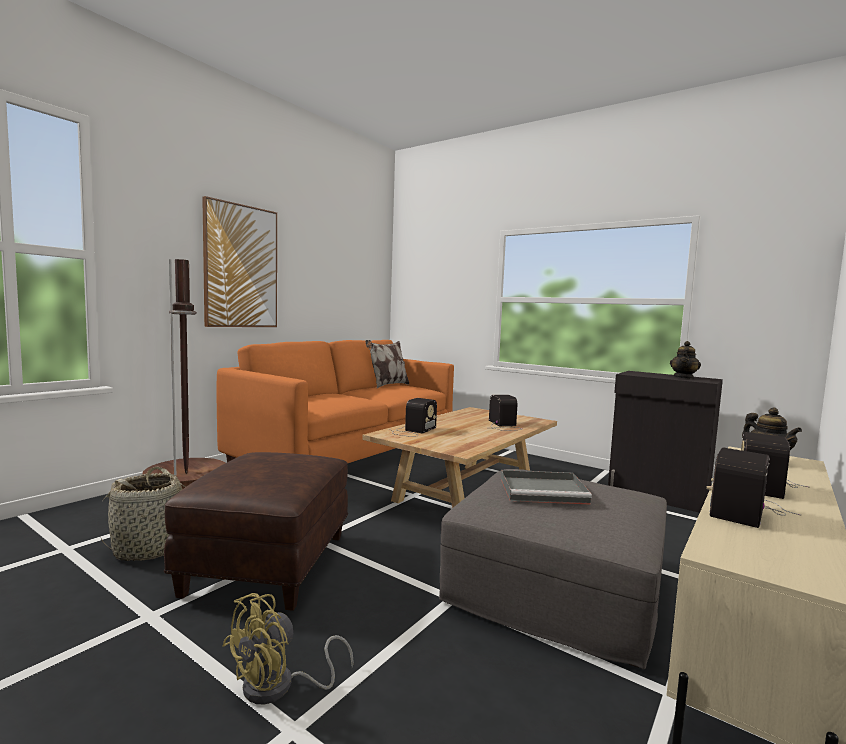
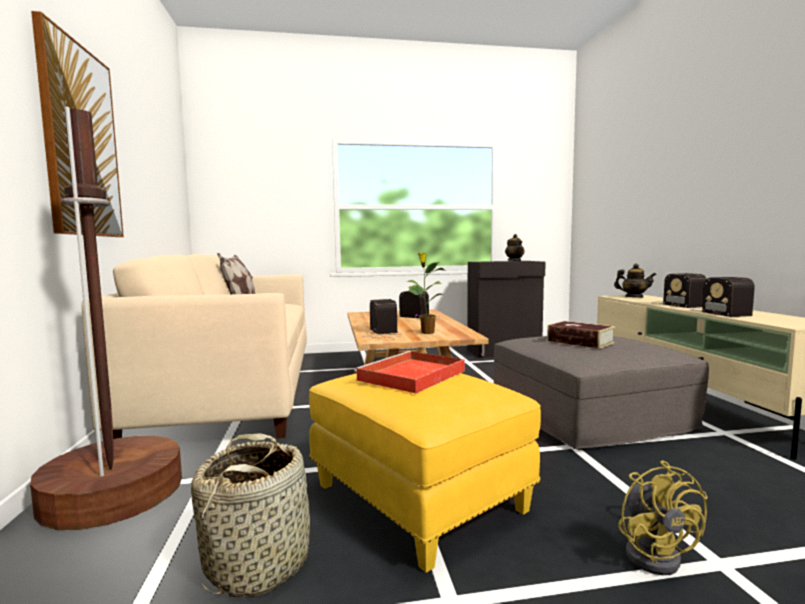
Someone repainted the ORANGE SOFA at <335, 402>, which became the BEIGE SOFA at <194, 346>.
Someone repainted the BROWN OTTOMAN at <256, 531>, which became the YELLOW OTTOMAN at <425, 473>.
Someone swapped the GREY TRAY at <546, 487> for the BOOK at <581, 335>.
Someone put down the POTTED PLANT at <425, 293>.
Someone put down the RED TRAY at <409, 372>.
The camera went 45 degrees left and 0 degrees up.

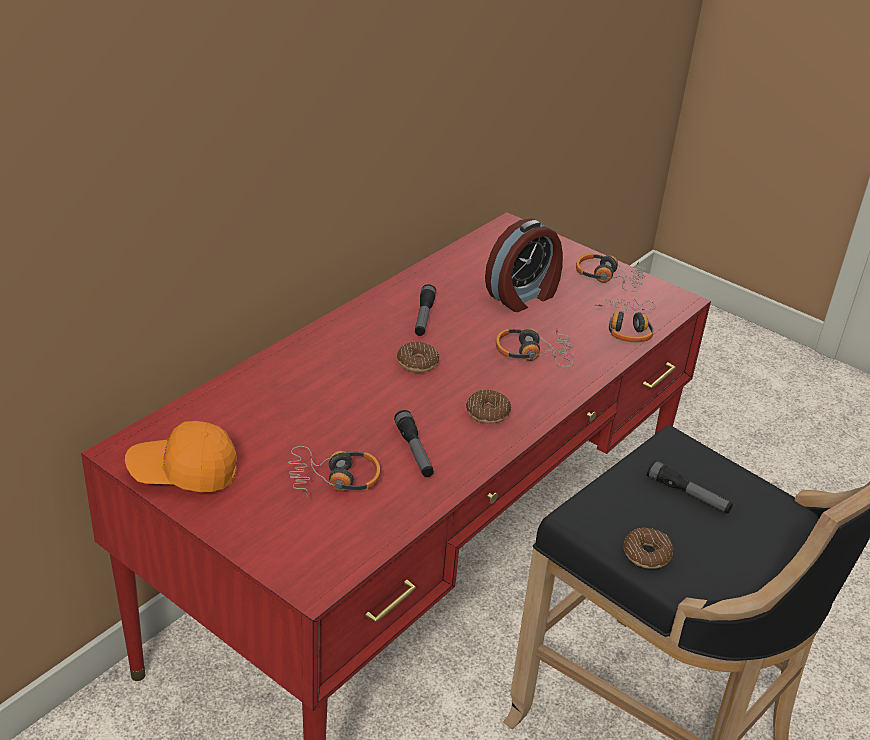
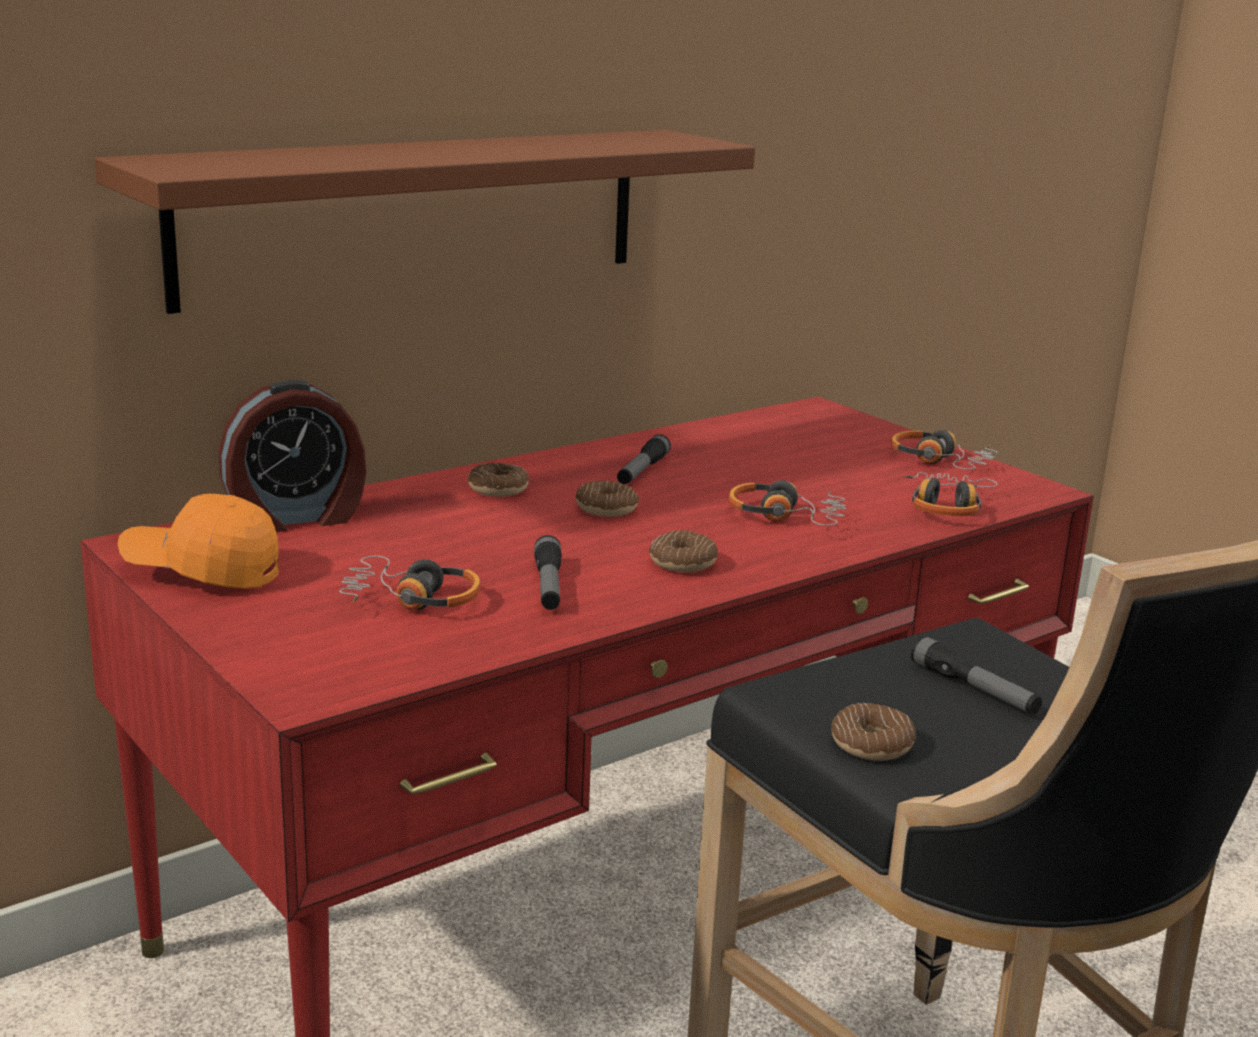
Someone carried the ALARM CLOCK from <524, 265> to <293, 456>.
Someone put up the BROWN SHELF at <425, 222>.
Someone put down the DONUT at <498, 480>.
The camera went 15 degrees right and 15 degrees down.

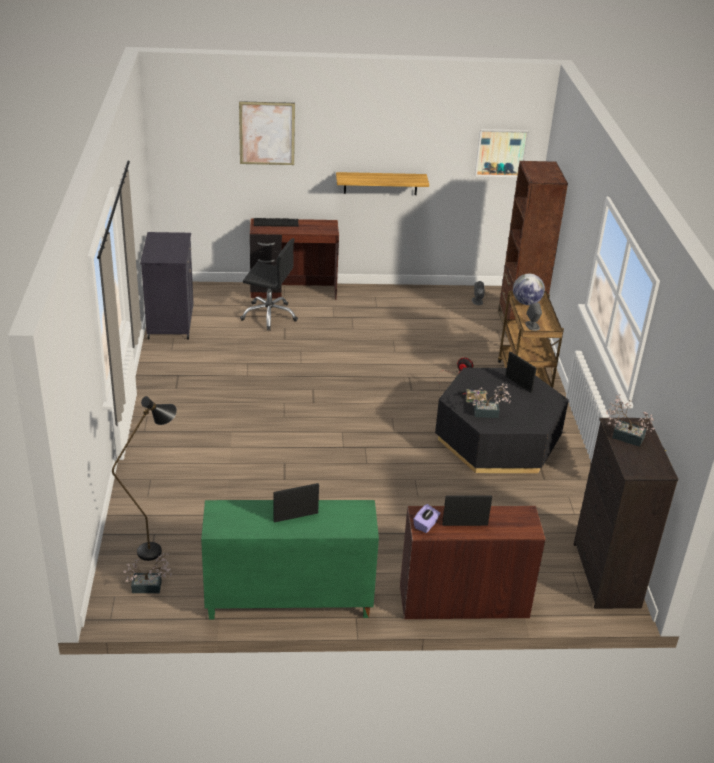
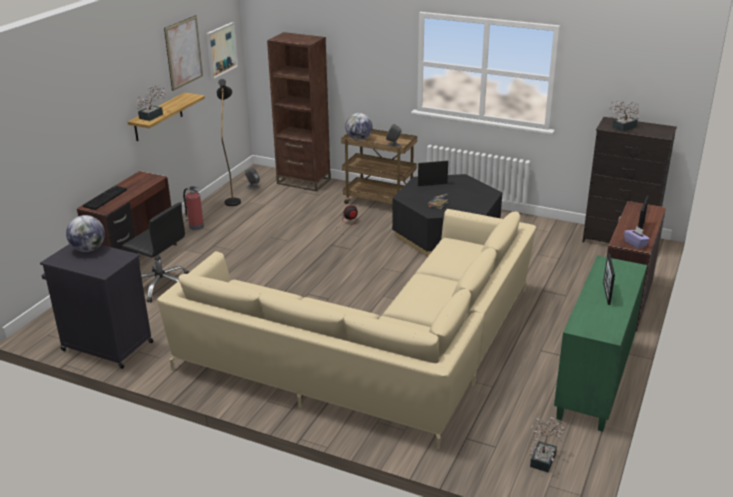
Someone carried the PICTURE from <267, 133> to <183, 53>.
Someone rotated the BLACK OFFICE CHAIR at <269, 284> by 75 degrees clockwise.
Someone carried the POTTED PLANT from <490, 400> to <151, 103>.
Someone carried the BLACK FLOOR LAMP from <144, 478> to <229, 142>.
Someone put down the FIRE EXTINGUISHER at <193, 208>.
Someone put down the BEIGE SOFA at <346, 329>.
Someone put down the GLOBE at <85, 233>.
The camera went 60 degrees left and 5 degrees down.

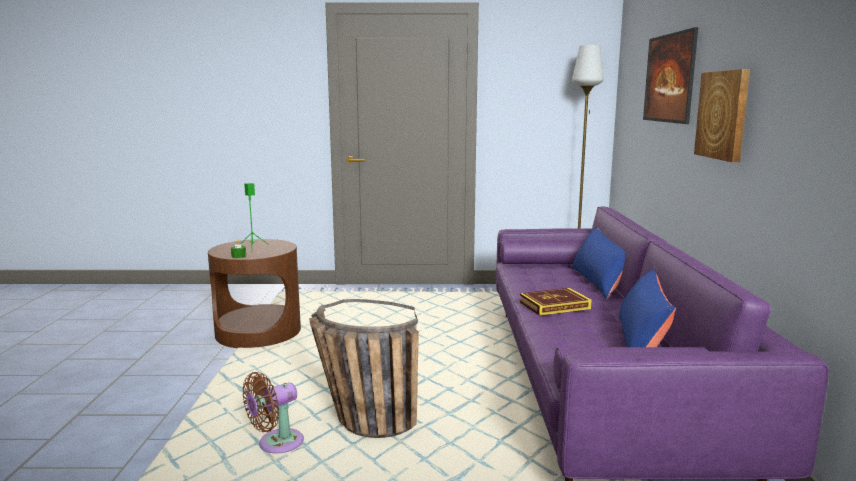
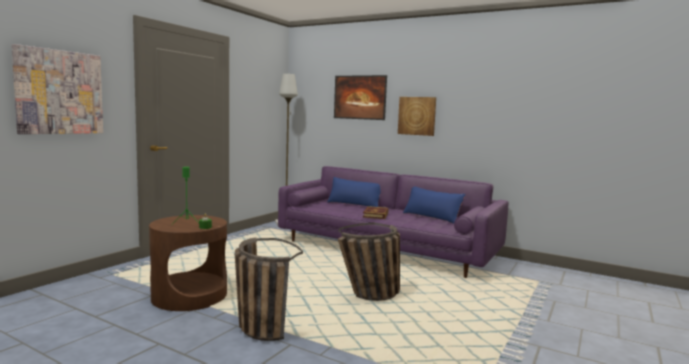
Someone took away the BROWN FAN at <273, 413>.
Someone put up the PICTURE at <57, 89>.
Someone put down the BASKET at <269, 289>.
The camera went 60 degrees left and 5 degrees down.

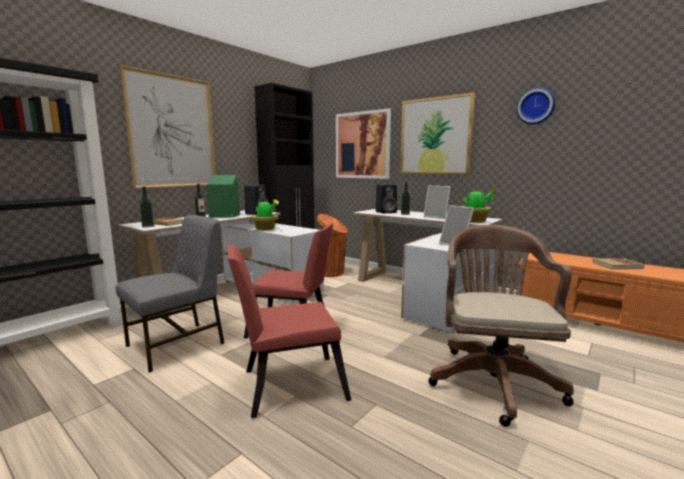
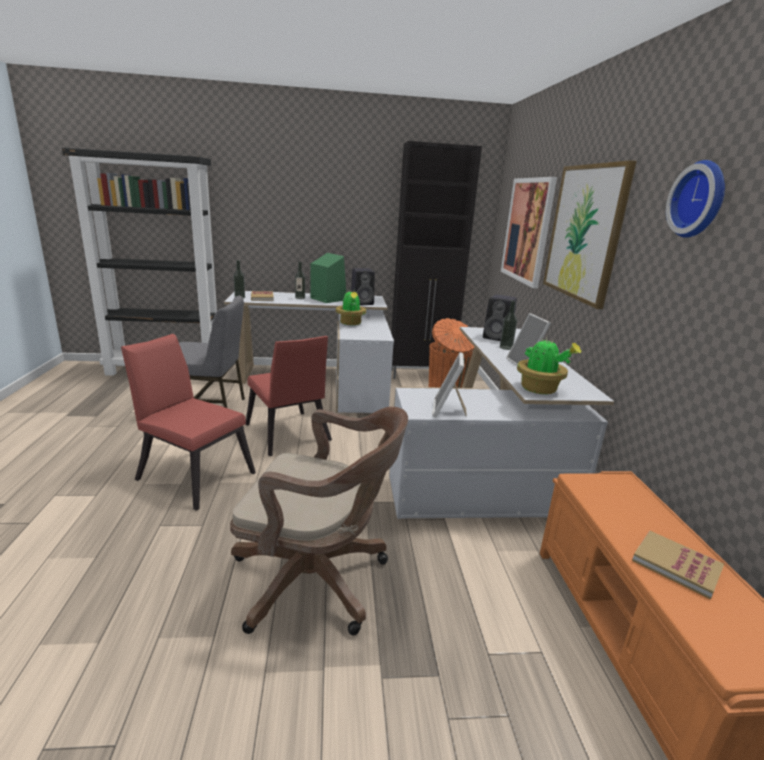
Someone took away the PICTURE at <168, 126>.
Someone rotated the BROWN OFFICE CHAIR at <501, 326> by 45 degrees clockwise.
The camera went 45 degrees right and 10 degrees up.

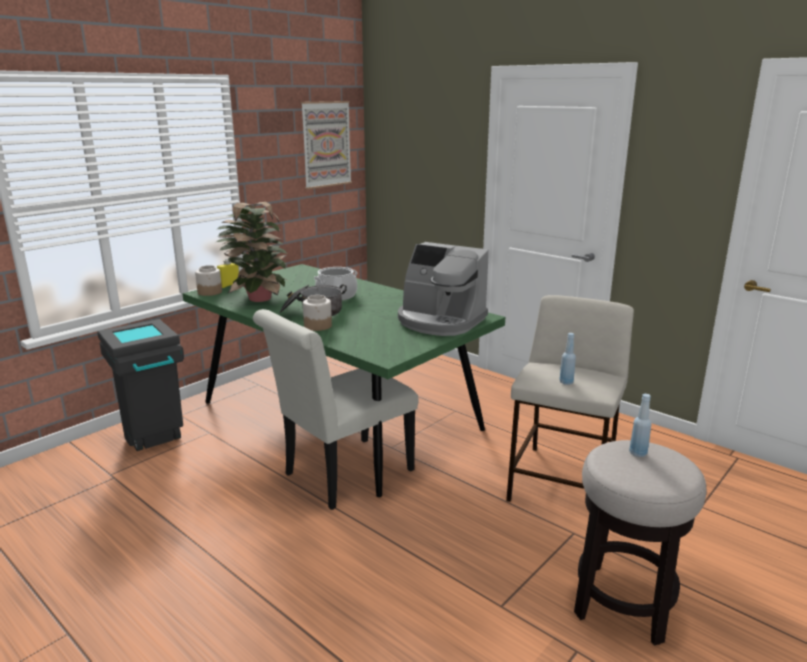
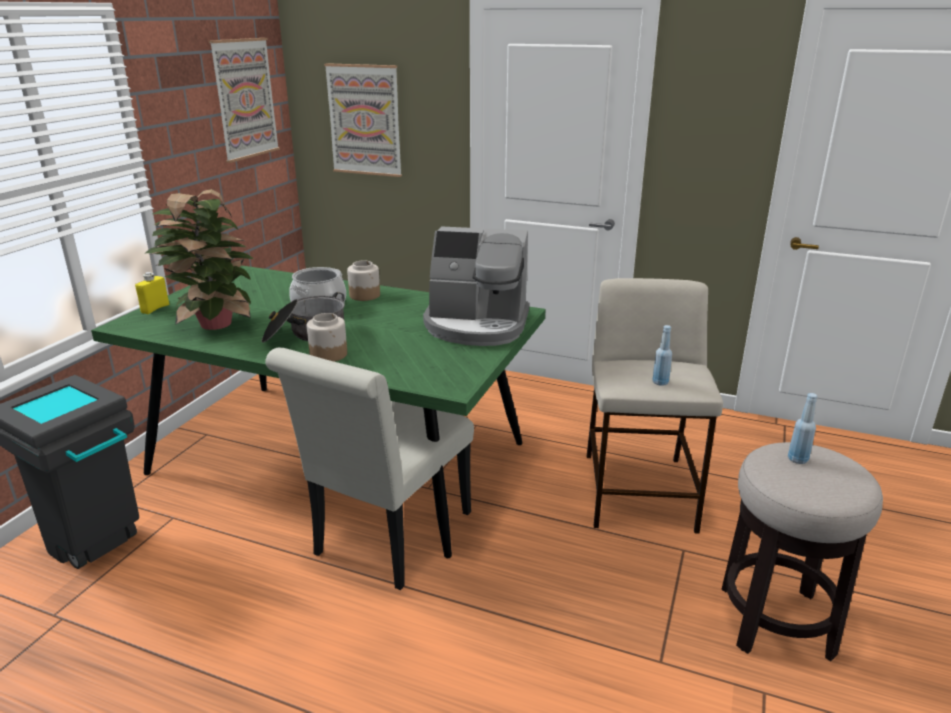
Someone carried the JAR from <208, 280> to <363, 280>.
Someone put up the PICTURE at <363, 120>.
The camera went 20 degrees left and 5 degrees up.

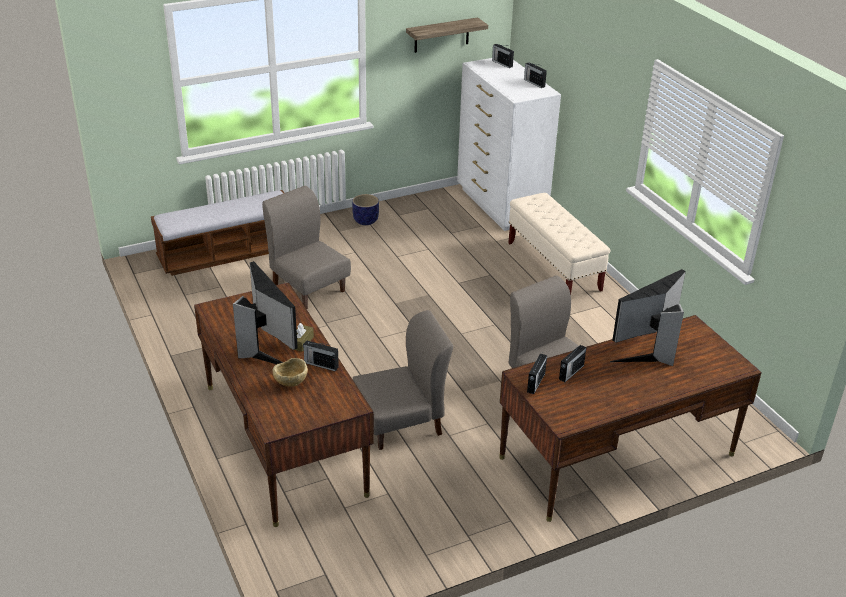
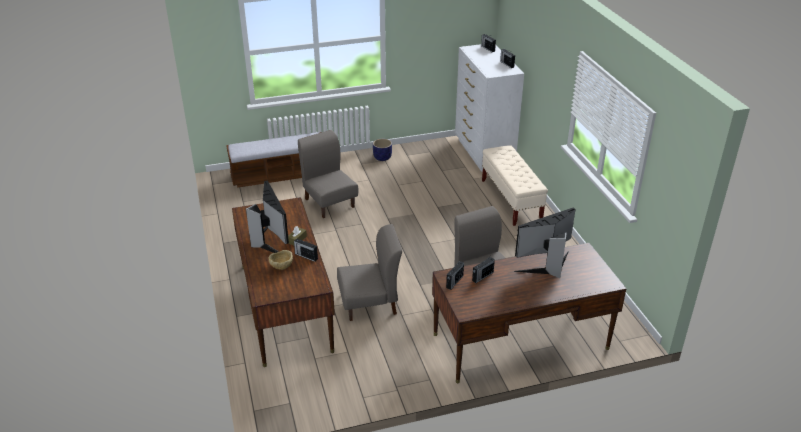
Someone took away the SHELF at <447, 35>.
The camera went 10 degrees right and 0 degrees up.

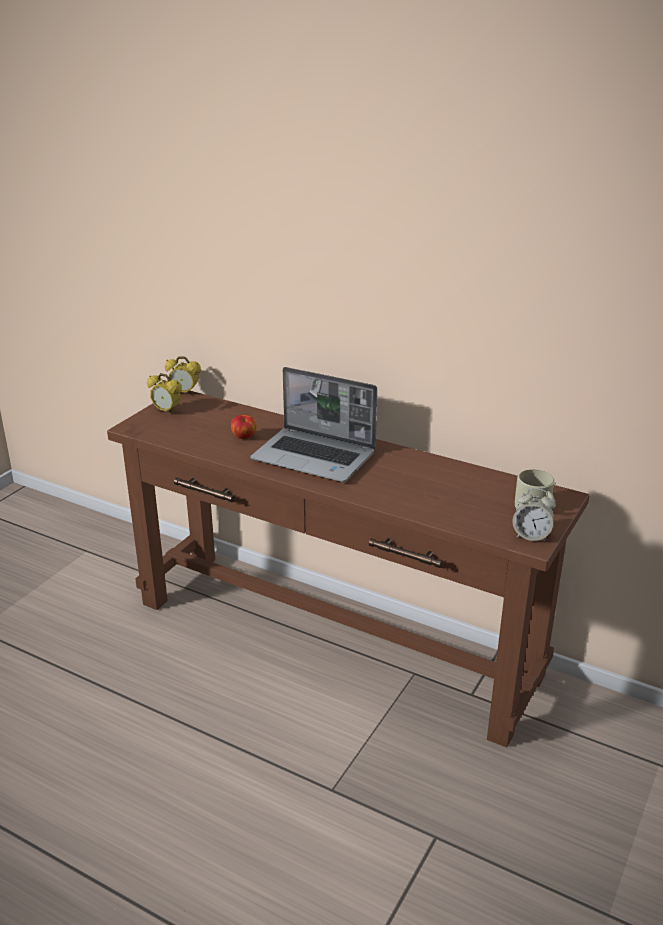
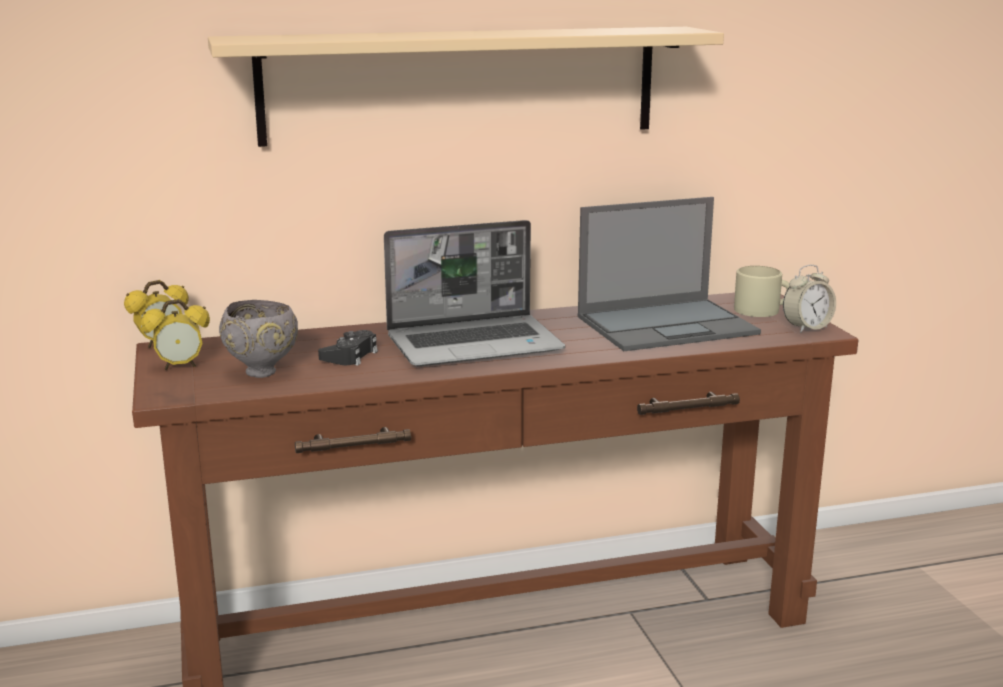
Someone swapped the APPLE at <244, 427> for the BLACK GAME CONTROLLER at <348, 347>.
Someone put up the BEIGE SHELF at <466, 87>.
Someone put down the LAPTOP at <669, 274>.
Someone put down the GREY BOWL at <258, 339>.
The camera went 45 degrees left and 10 degrees down.

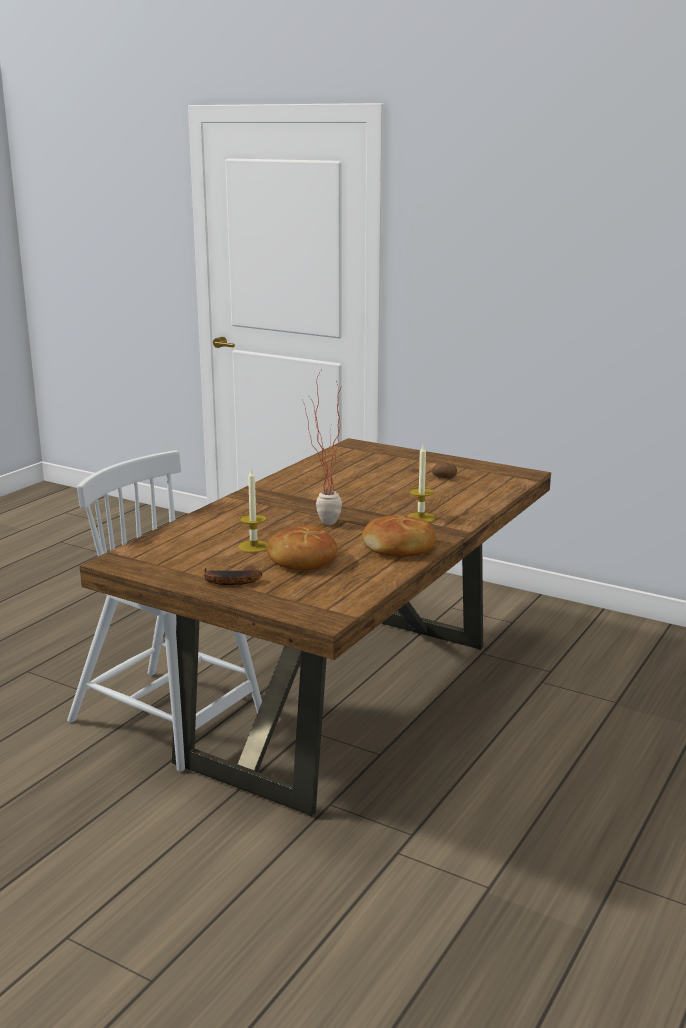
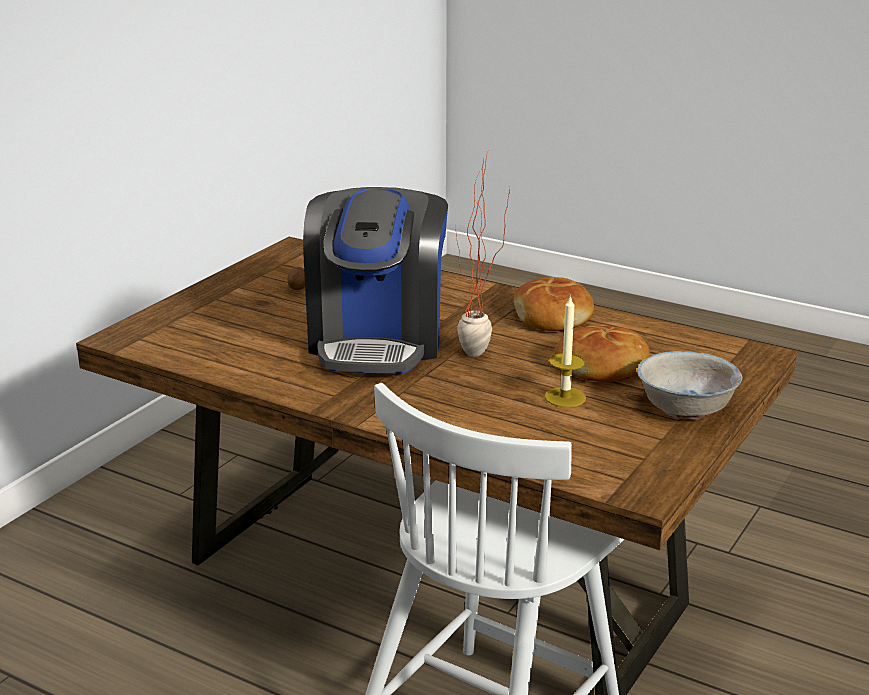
Someone took away the CANDLE at <421, 484>.
Someone swapped the BANANA at <233, 576> for the WHITE BOWL at <689, 385>.
Someone put down the COFFEE MACHINE at <375, 280>.
The camera went 90 degrees left and 5 degrees up.

